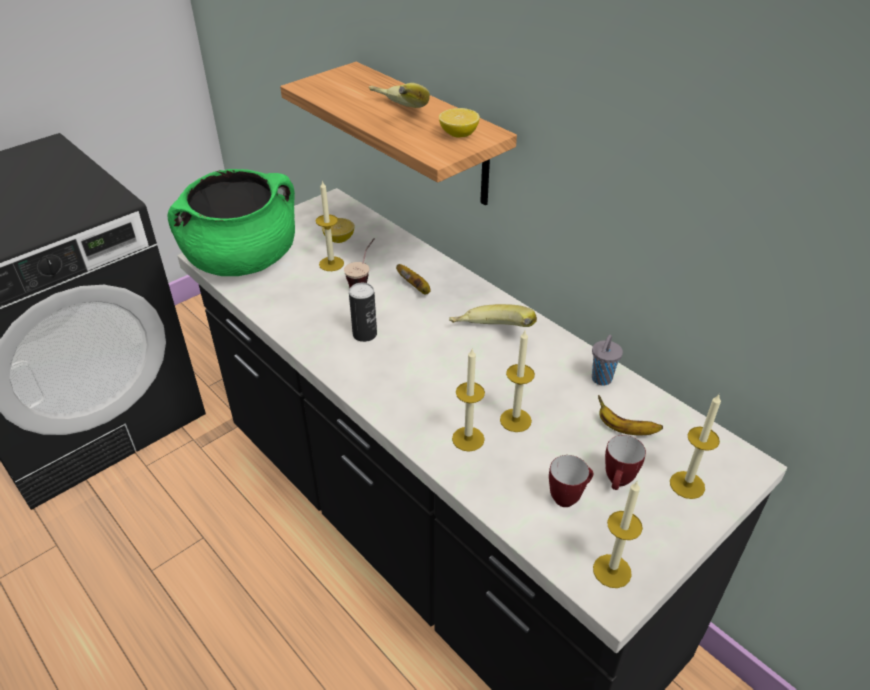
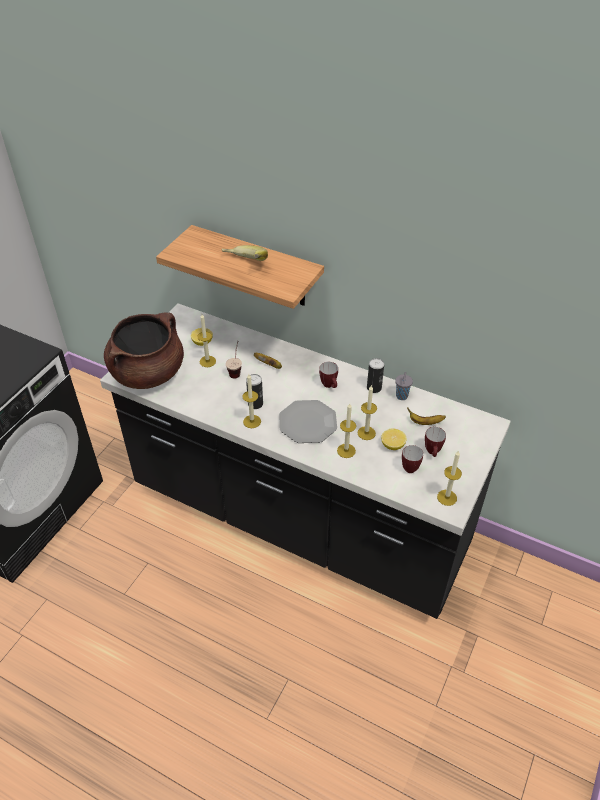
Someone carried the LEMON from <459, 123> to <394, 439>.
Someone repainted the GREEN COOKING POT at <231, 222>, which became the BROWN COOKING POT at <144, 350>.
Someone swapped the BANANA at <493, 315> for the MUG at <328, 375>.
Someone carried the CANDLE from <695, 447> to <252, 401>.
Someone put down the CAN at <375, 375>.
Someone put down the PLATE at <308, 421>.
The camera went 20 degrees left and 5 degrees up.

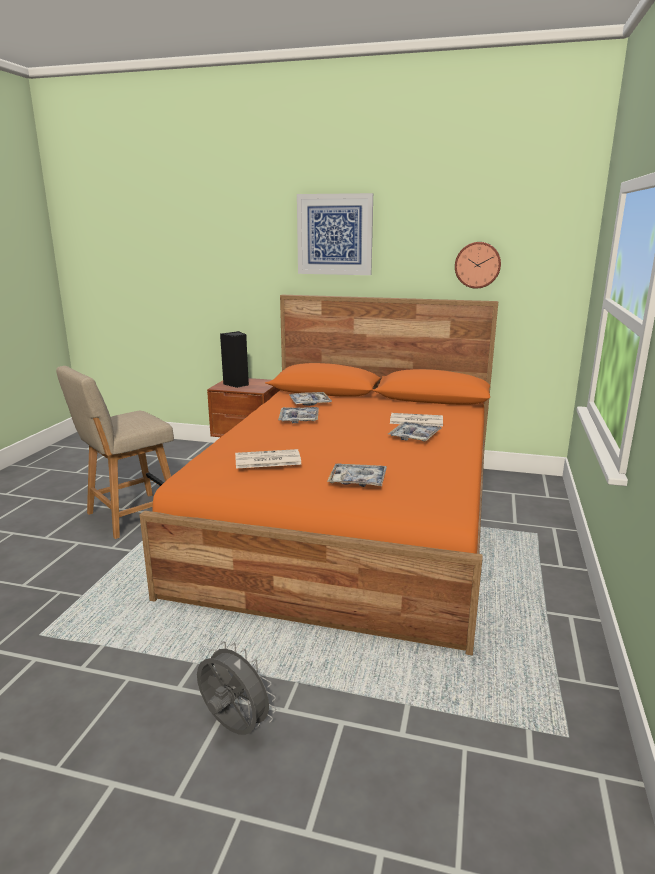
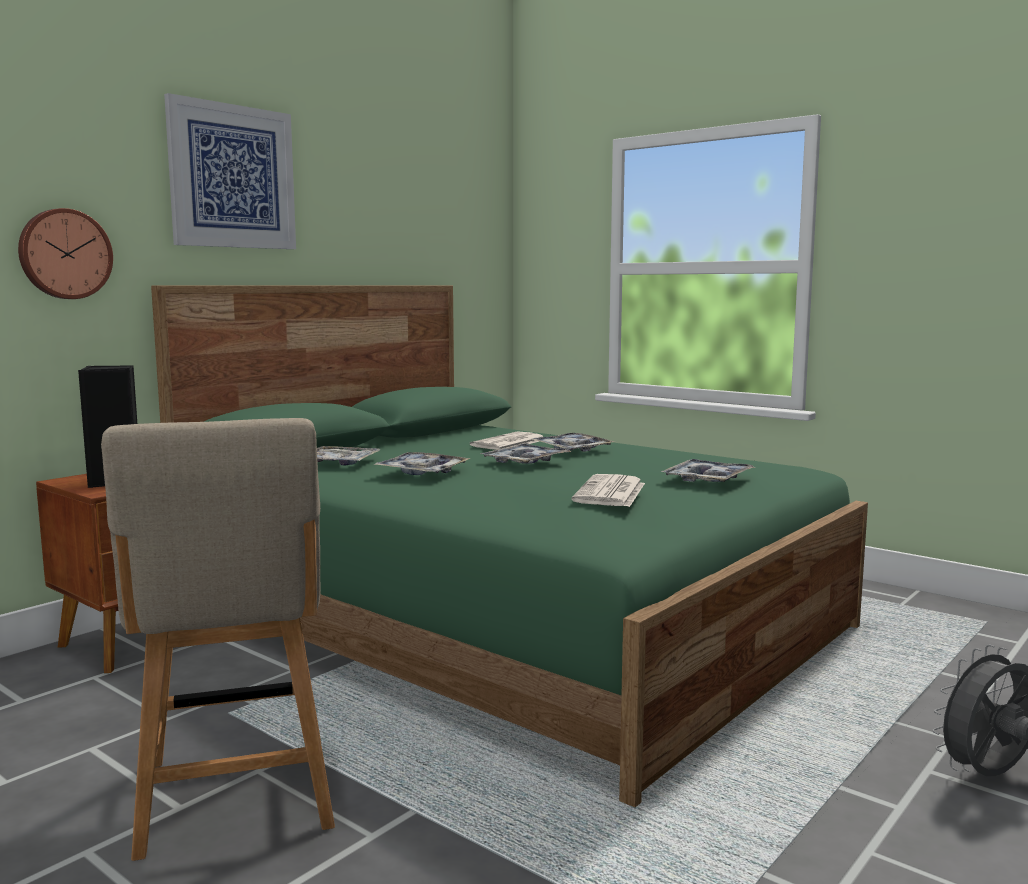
Someone carried the WALL CLOCK from <478, 265> to <65, 253>.
Someone repainted the ORANGE BED at <319, 475>, which became the GREEN BED at <509, 546>.
Someone put down the TRAY at <526, 454>.
The camera went 65 degrees left and 10 degrees down.

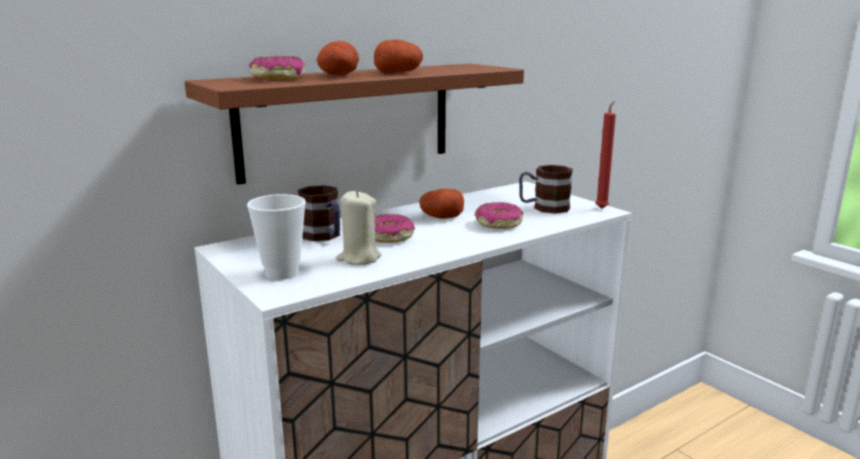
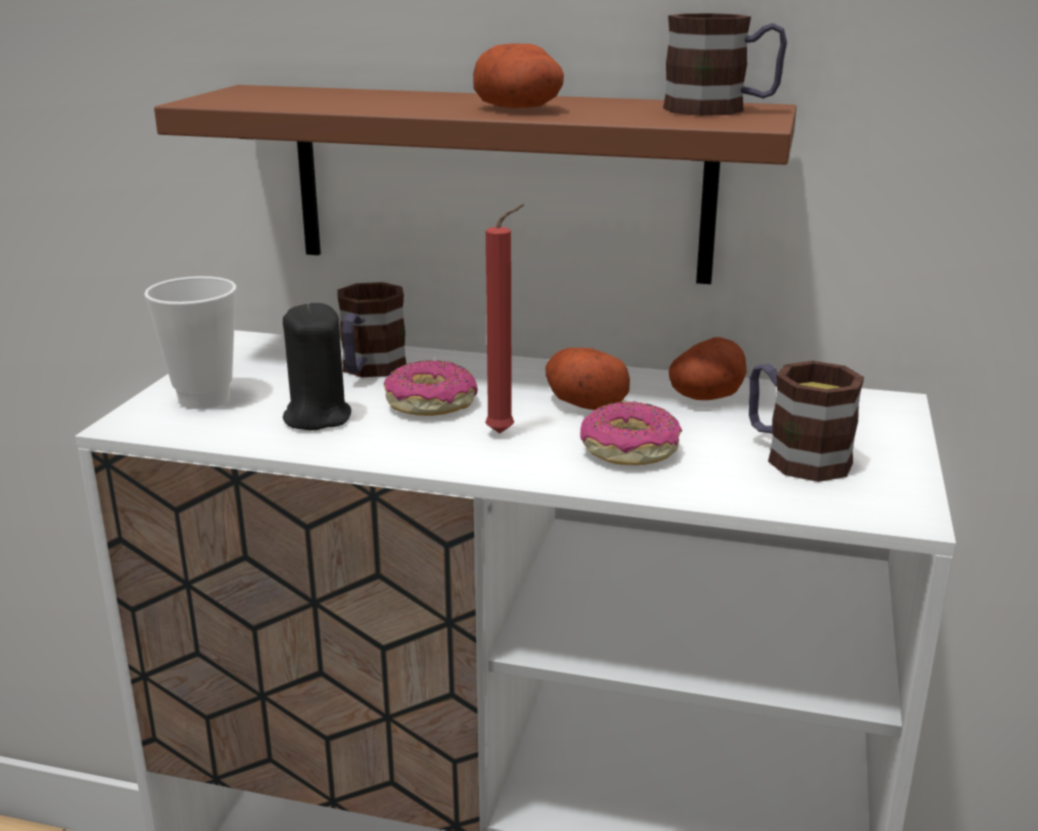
Someone carried the POTATO from <338, 58> to <707, 368>.
Someone took away the DONUT at <277, 68>.
Someone carried the RED CANDLE from <606, 155> to <505, 318>.
Someone repainted the BEIGE CANDLE at <359, 227>, which became the BLACK CANDLE at <317, 367>.
Someone put down the MUG at <725, 64>.
The camera went 50 degrees right and 5 degrees up.

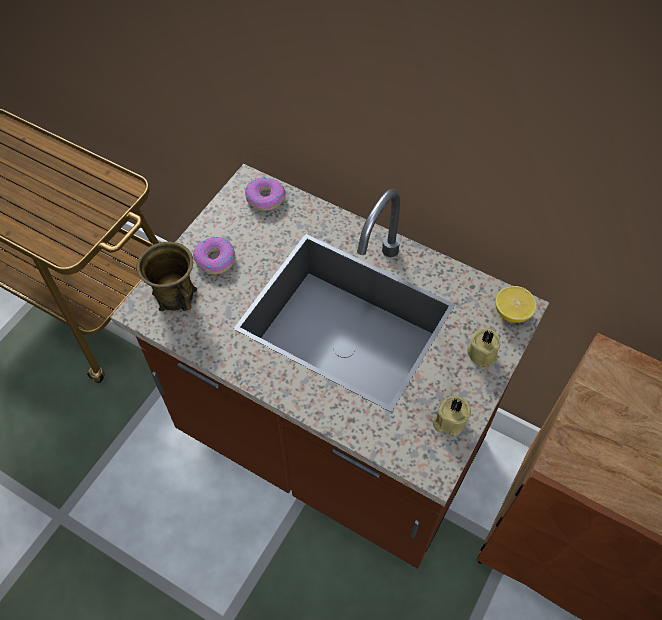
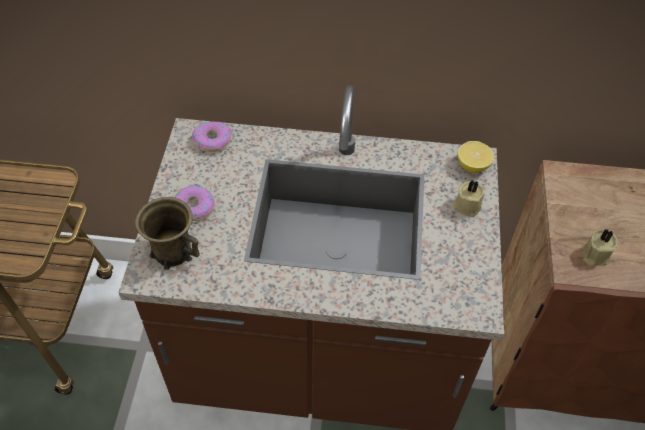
Someone carried the BEIGE CANDLE from <452, 416> to <601, 247>.
The camera went 25 degrees left and 5 degrees down.

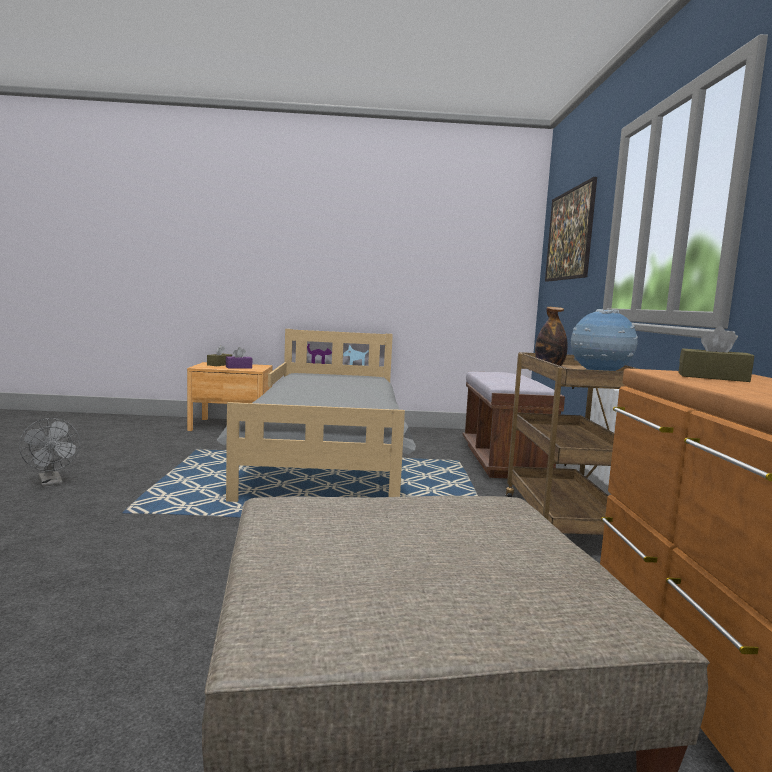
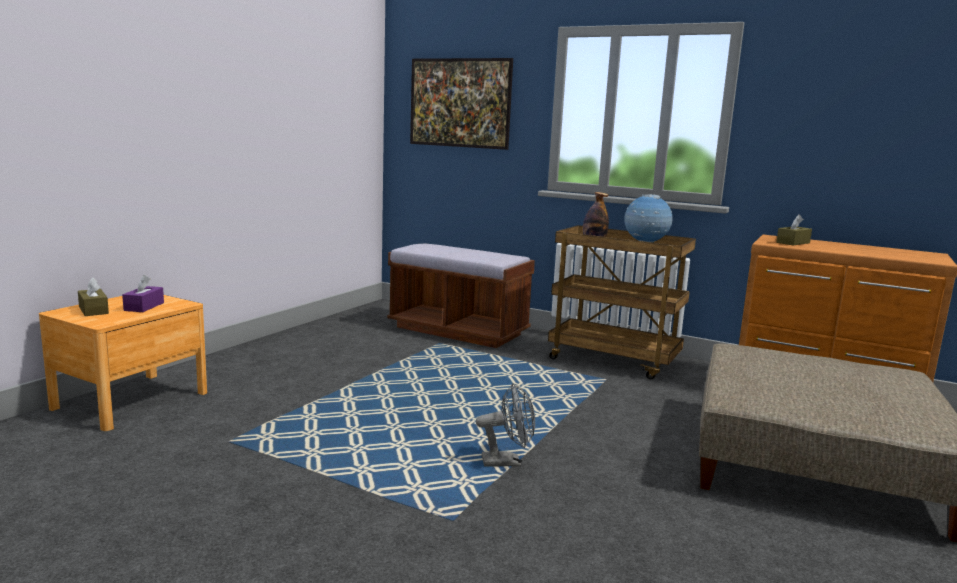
Someone took away the GREY BED at <316, 415>.
Someone carried the GREY FAN from <49, 452> to <505, 425>.
The camera went 60 degrees left and 5 degrees up.

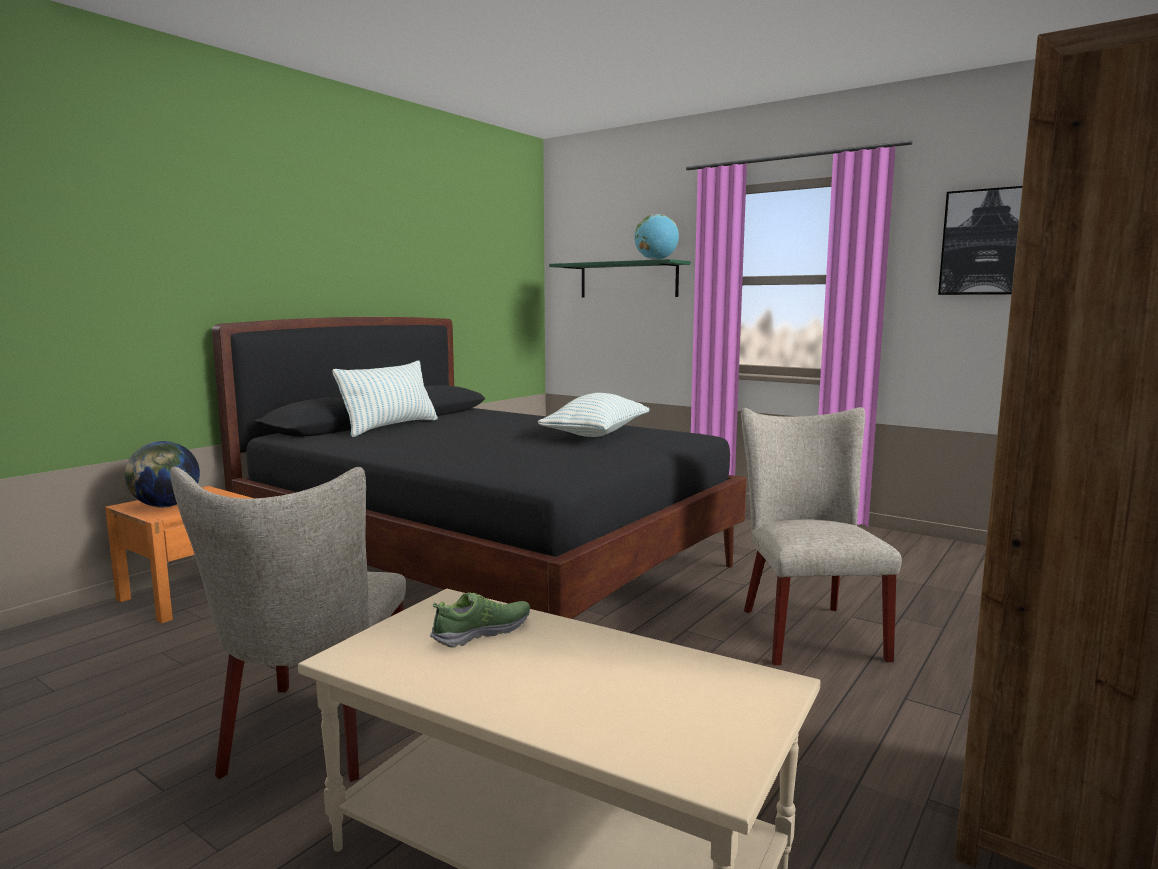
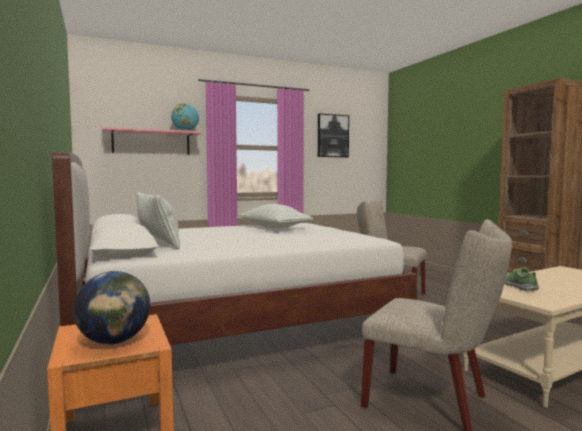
Someone repainted the GREEN SHELF at <620, 278>, which became the PINK SHELF at <152, 141>.
Someone repainted the BLACK BED at <479, 468>, which became the WHITE BED at <234, 249>.
The camera went 60 degrees left and 5 degrees down.

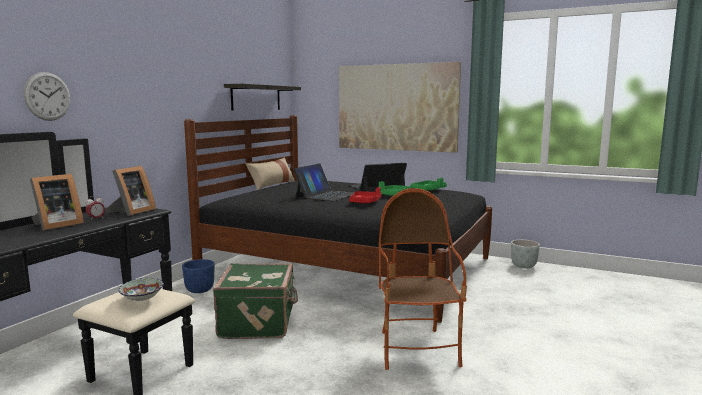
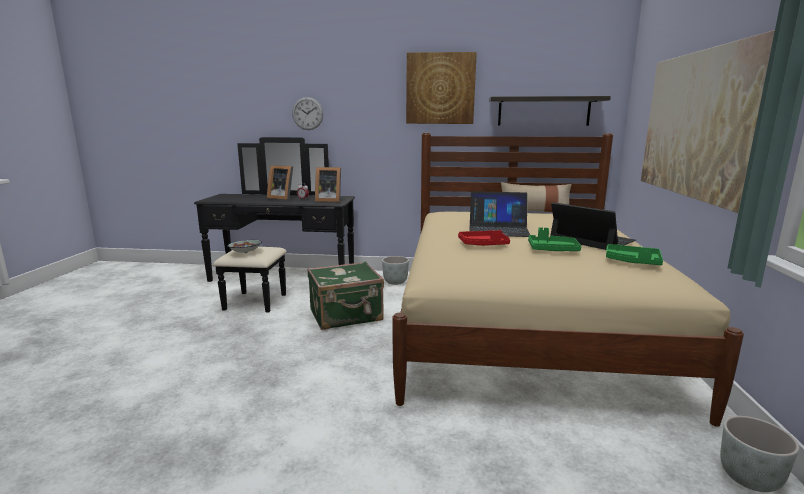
Someone repainted the BLACK BED at <338, 219>, which became the BEIGE BED at <568, 280>.
Someone took away the ARMCHAIR at <423, 279>.
Someone repainted the BLUE PLANTER at <198, 276>, which became the GREY PLANTER at <395, 270>.
Someone put up the PICTURE at <441, 88>.
The camera went 70 degrees right and 5 degrees up.

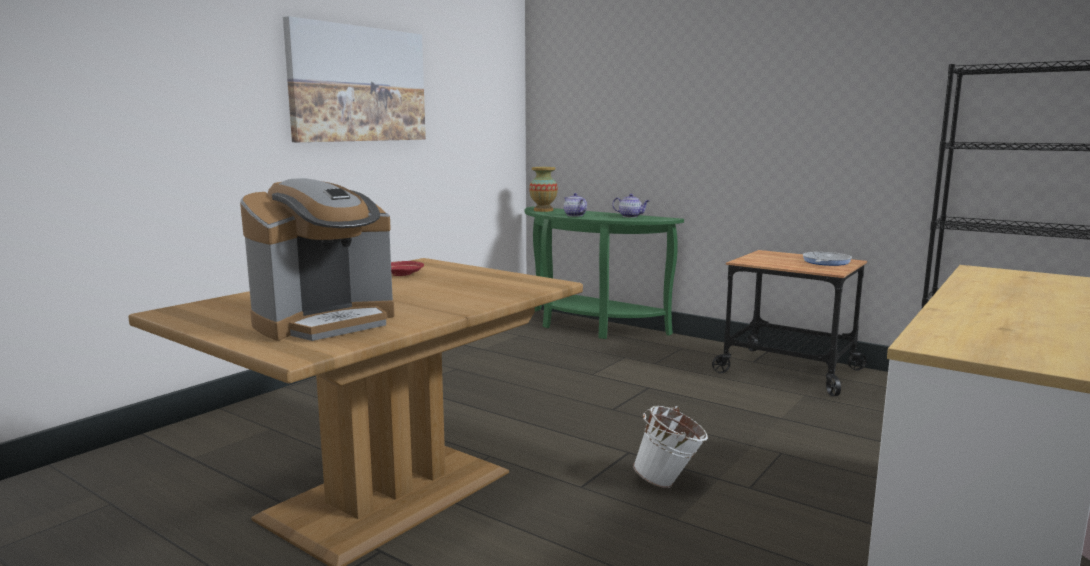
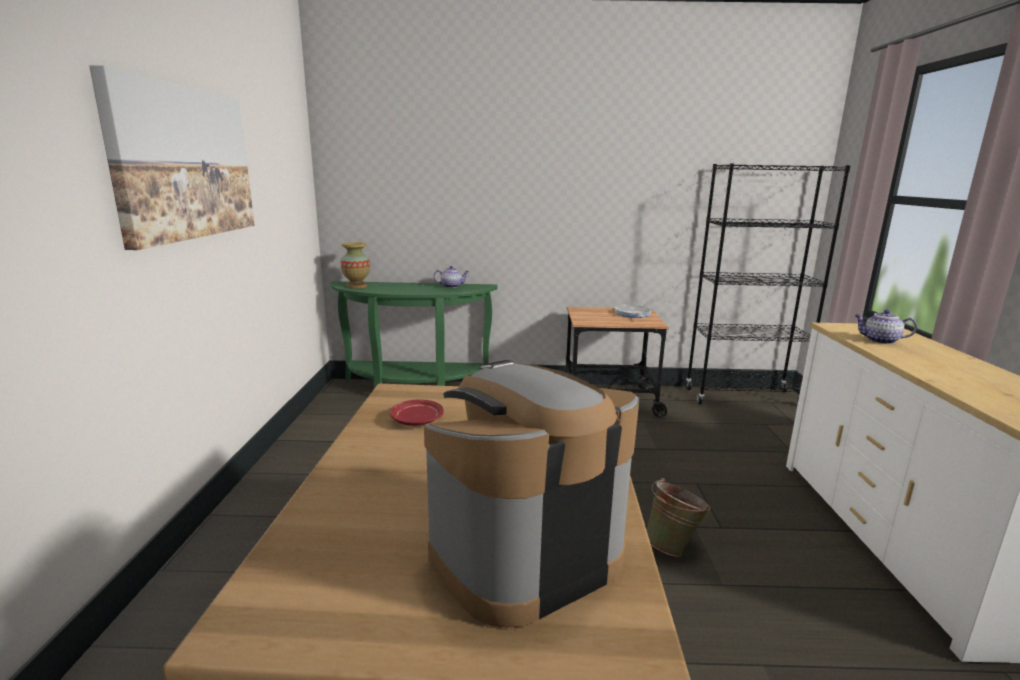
Someone rotated the COFFEE MACHINE at <317, 259> by 135 degrees counterclockwise.
Someone carried the TEAPOT from <575, 205> to <885, 326>.
Someone repainted the WHITE BUCKET at <670, 447>, which became the GREEN BUCKET at <678, 517>.
The camera went 35 degrees left and 5 degrees up.

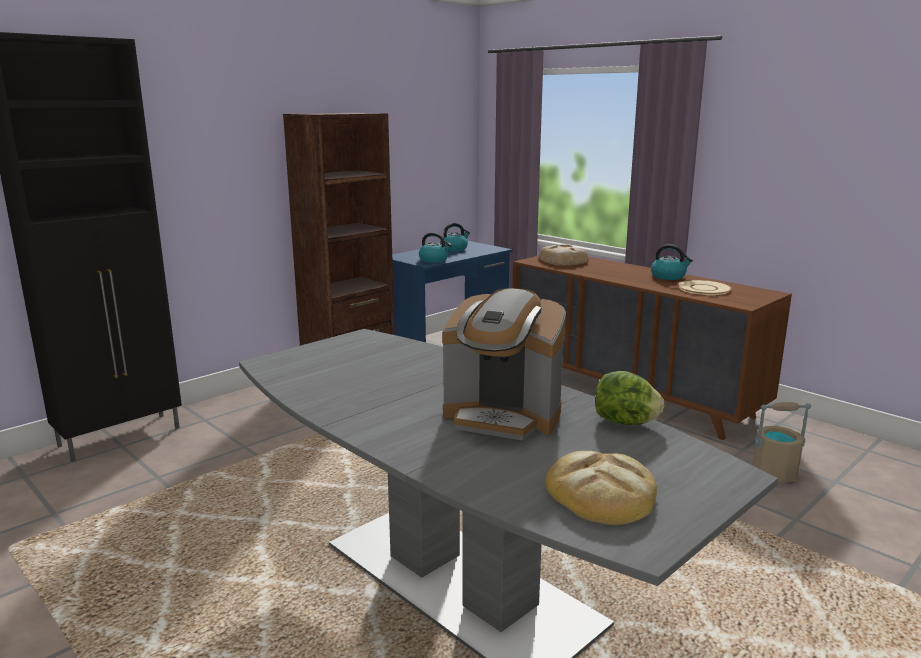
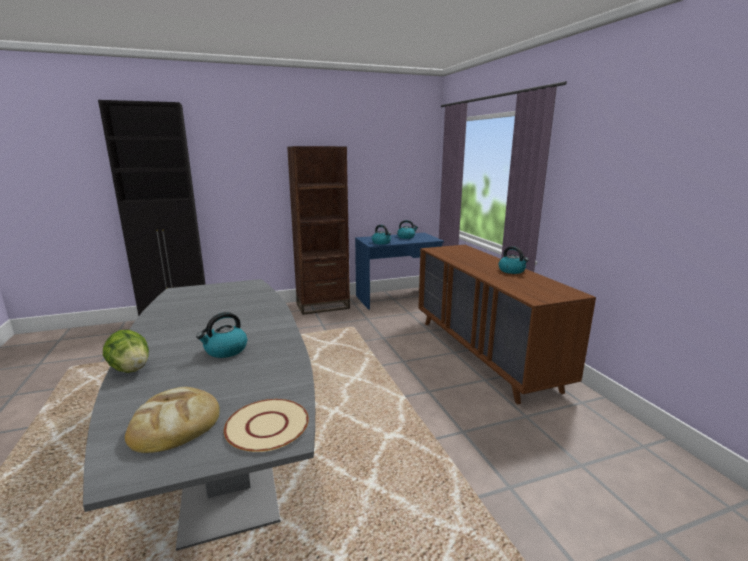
Someone took away the BREAD at <563, 255>.
Someone carried the BEIGE PLATE from <704, 287> to <266, 425>.
Someone swapped the COFFEE MACHINE at <504, 364> for the KETTLE at <221, 335>.
Someone carried the LETTUCE from <629, 398> to <126, 351>.
Someone took away the BEIGE BUCKET at <782, 442>.
The camera went 25 degrees right and 0 degrees up.

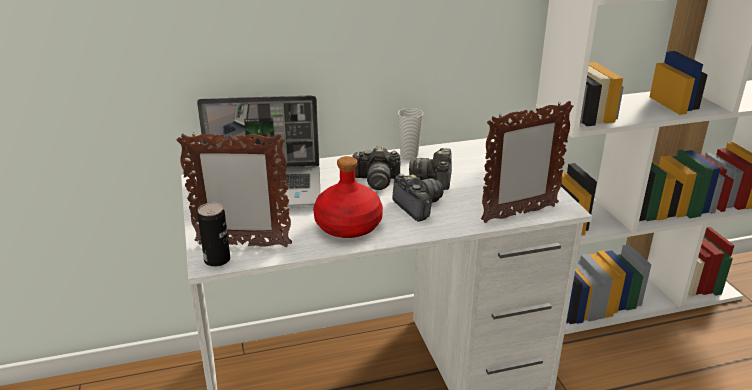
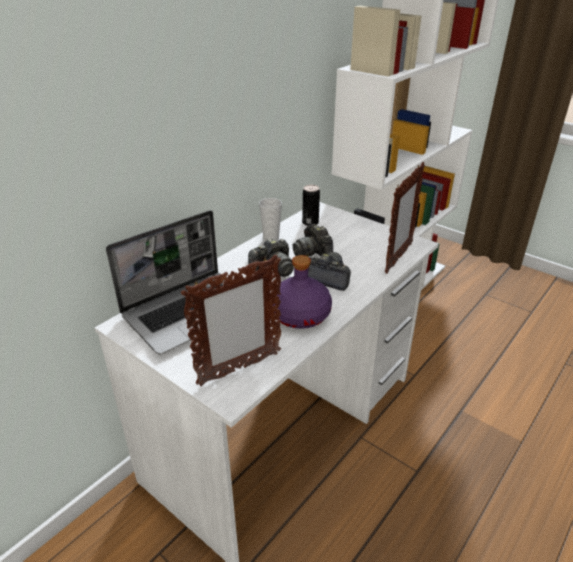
Someone repainted the RED BOTTLE at <348, 197>, which became the PURPLE BOTTLE at <301, 292>.
Someone carried the CAN from <213, 235> to <311, 205>.
The camera went 35 degrees left and 5 degrees up.

